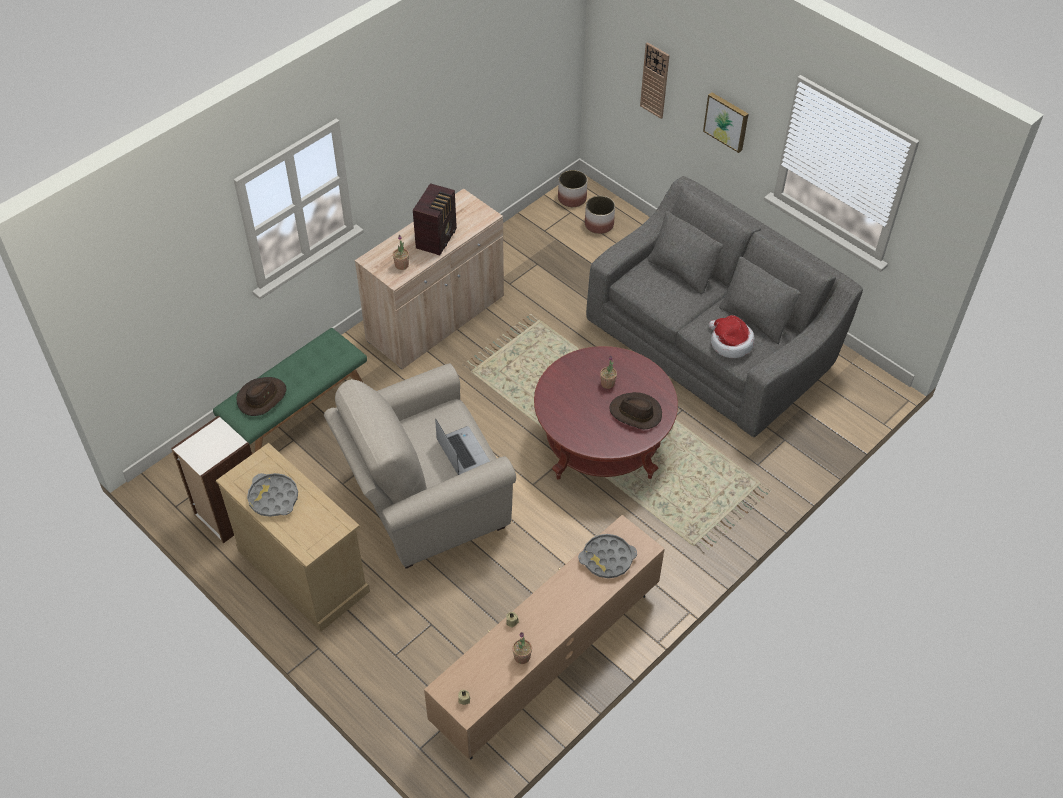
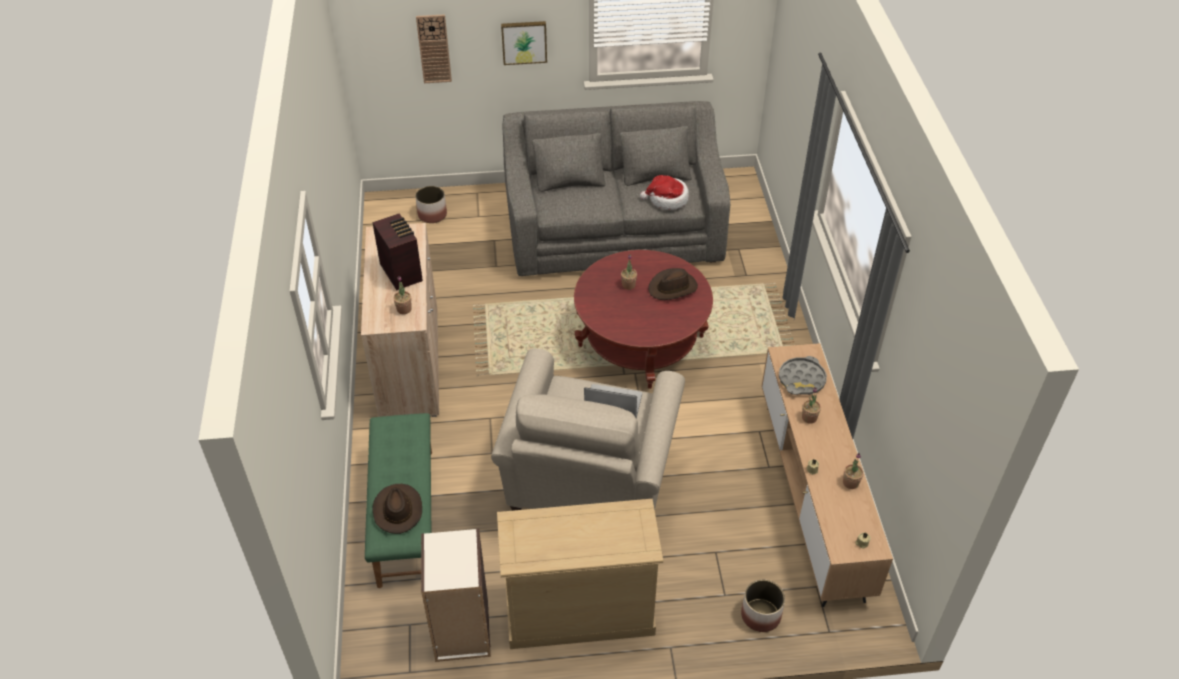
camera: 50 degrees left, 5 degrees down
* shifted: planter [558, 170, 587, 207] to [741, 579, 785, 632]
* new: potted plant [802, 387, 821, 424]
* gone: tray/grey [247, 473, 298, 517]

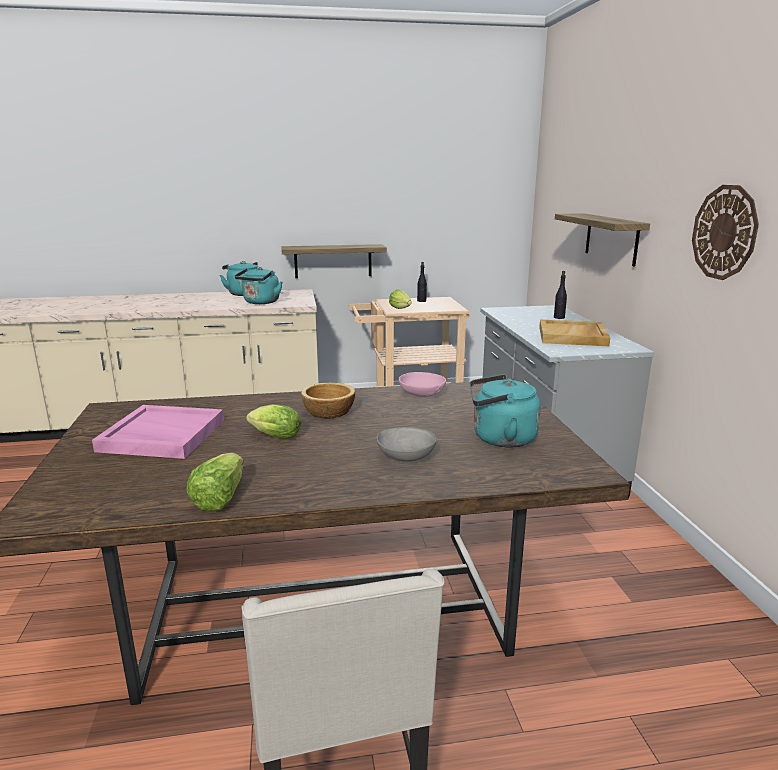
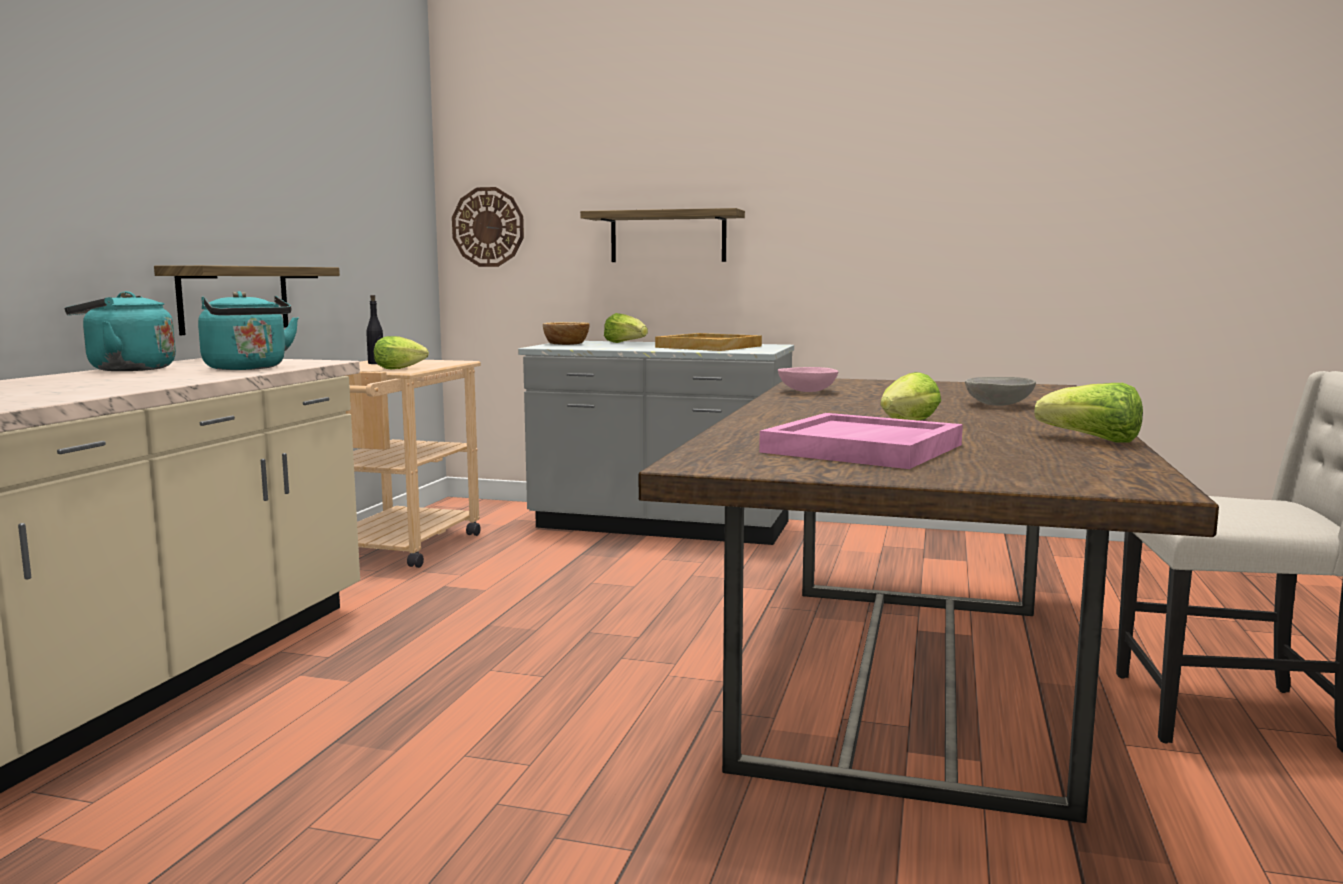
camera: 65 degrees left, 10 degrees down
* shifted: wall clock [692, 185, 759, 280] to [452, 187, 524, 267]
* shifted: bowl [301, 383, 355, 418] to [543, 322, 589, 345]
* swapped: bottle/black [554, 271, 567, 319] to lettuce [604, 313, 648, 343]
* gone: kettle/turquoise [470, 374, 541, 447]

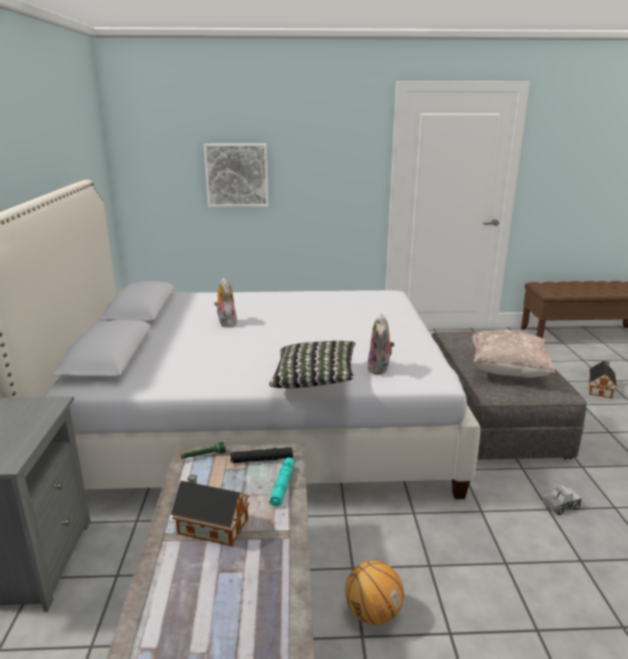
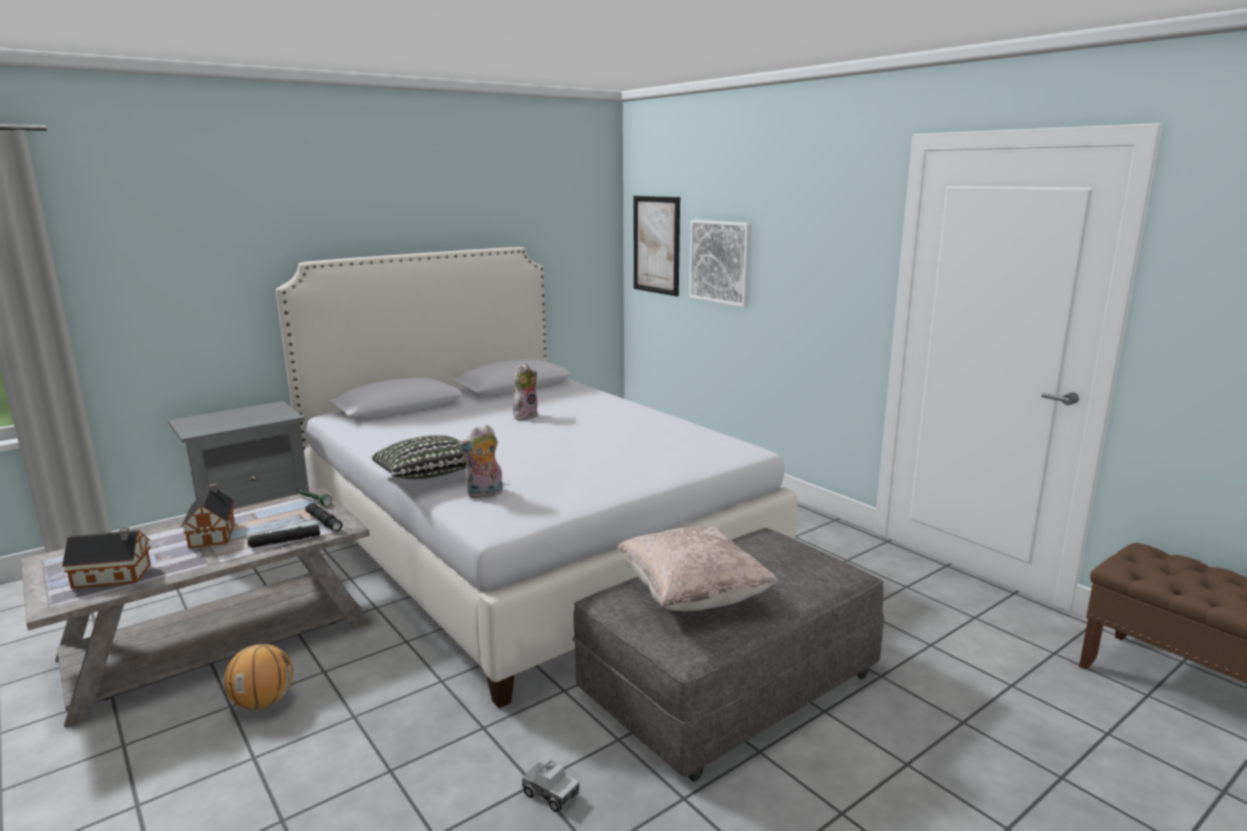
camera: 55 degrees right, 5 degrees down
* shifted: toy house [589, 361, 617, 399] to [62, 528, 151, 589]
* repainted: flashlight/turquoise [269, 457, 295, 507] to flashlight/black [247, 524, 320, 548]
* new: picture [634, 196, 680, 296]

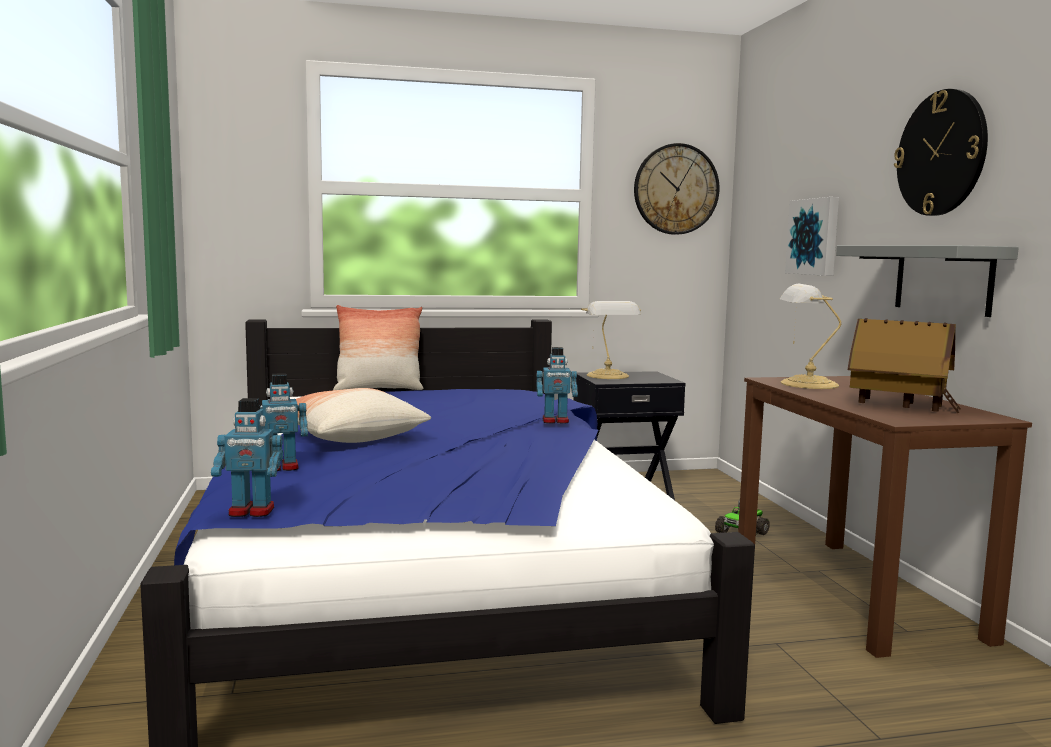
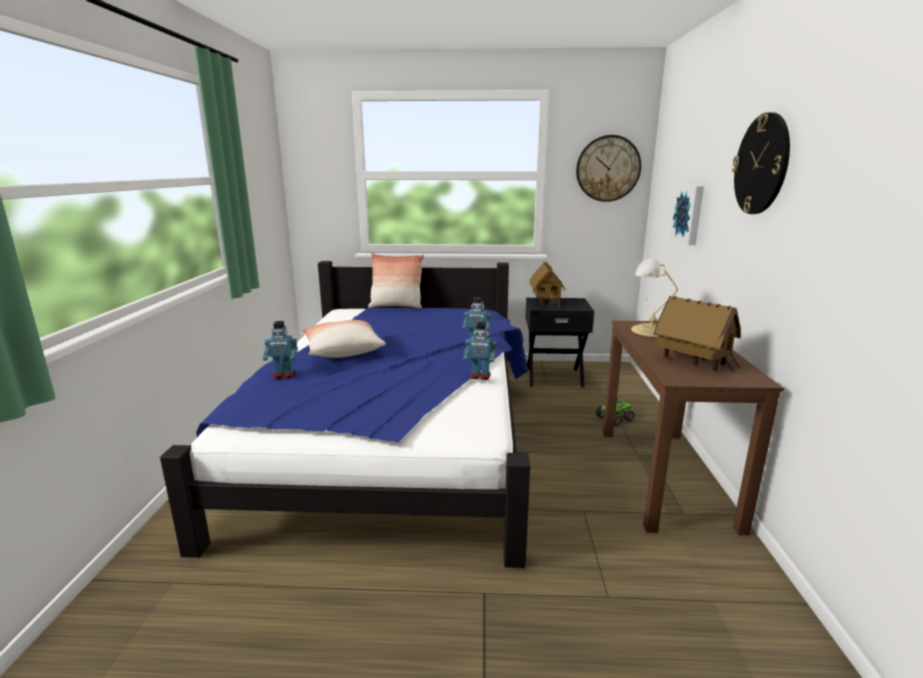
camera: 15 degrees right, 10 degrees up
* shifted: toy robot [211, 398, 283, 517] to [463, 322, 496, 380]
* swapped: table lamp [581, 301, 641, 379] to toy house [529, 262, 565, 309]
* gone: shelf/grey [836, 245, 1019, 317]

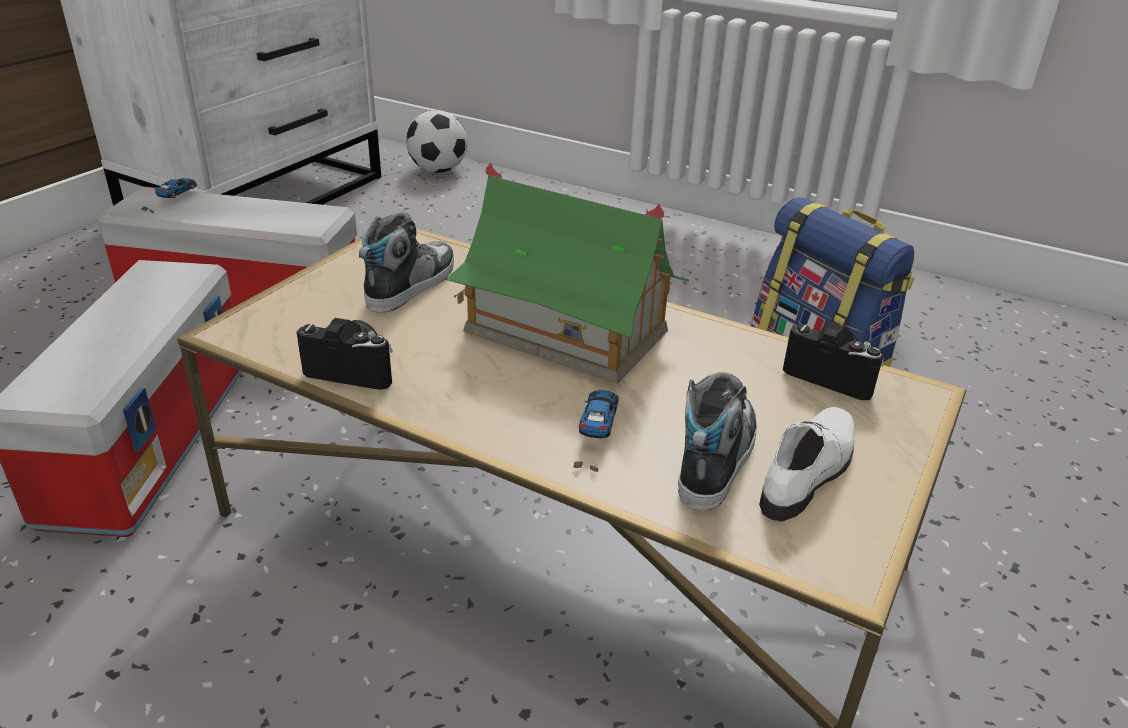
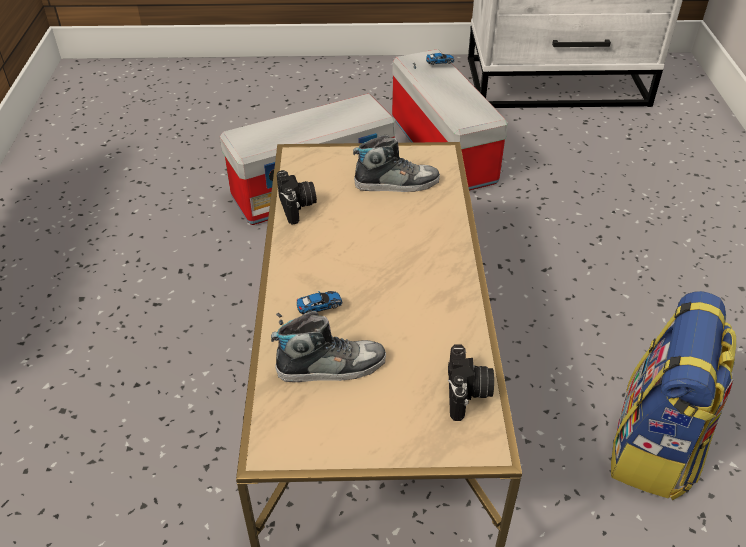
camera: 60 degrees right, 10 degrees up
* gone: football [406, 110, 467, 173]
* gone: toy house [446, 163, 689, 384]
* gone: shoe/white [759, 407, 855, 522]

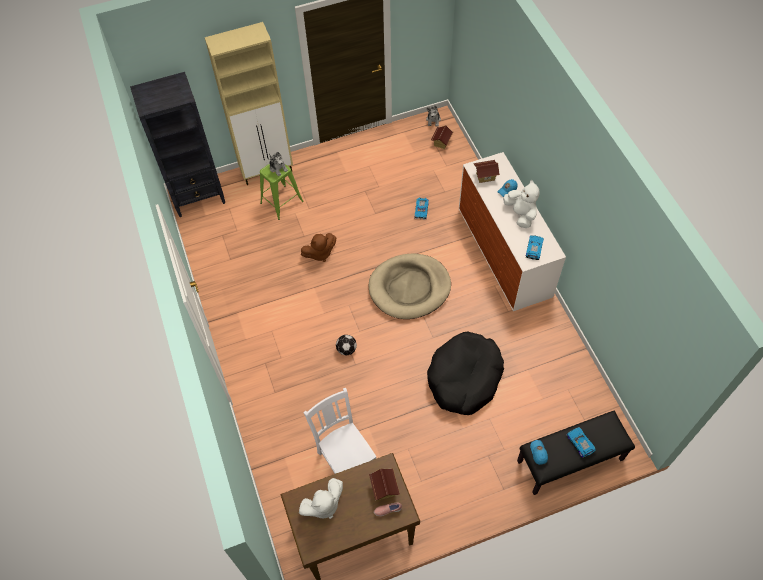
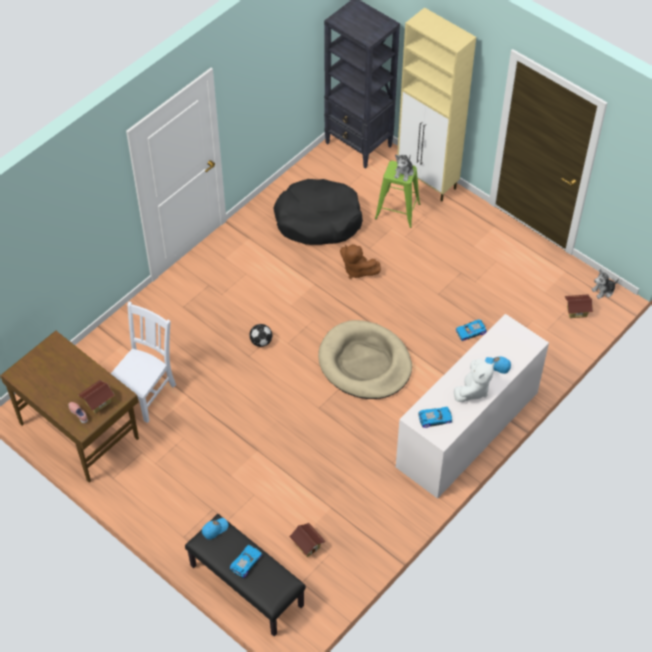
camera: 60 degrees right, 5 degrees down
* shifted: dog bed/black [427, 332, 504, 415] to [273, 179, 363, 245]
* shifted: toy house [474, 160, 500, 183] to [289, 522, 326, 557]
* gone: plush toy/white [299, 478, 343, 519]

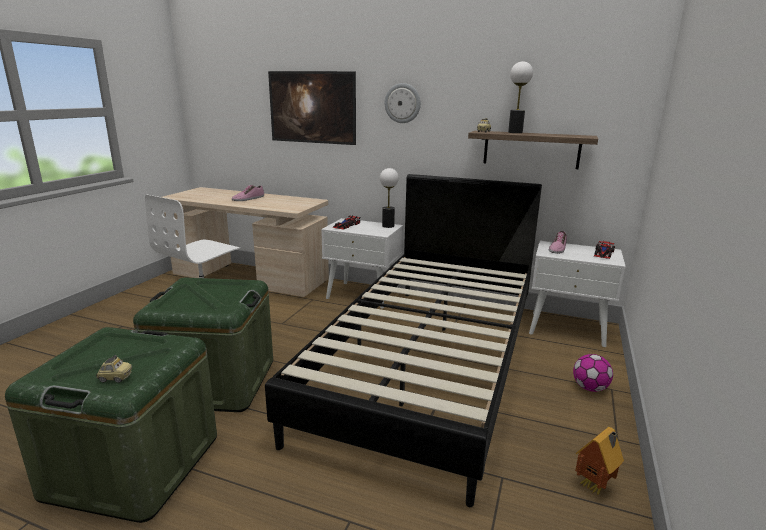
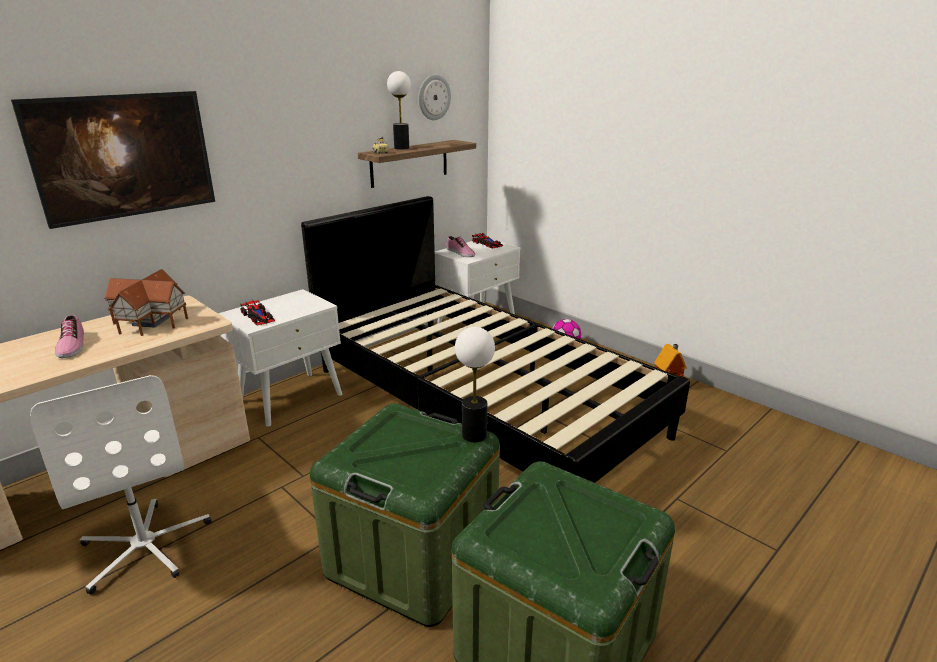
camera: 65 degrees left, 5 degrees up
* new: toy house [104, 269, 188, 336]
* shifted: wall clock [384, 83, 421, 123] to [419, 74, 451, 120]
* shifted: table lamp [380, 168, 399, 228] to [455, 327, 495, 442]
* gone: toy car [96, 355, 132, 383]

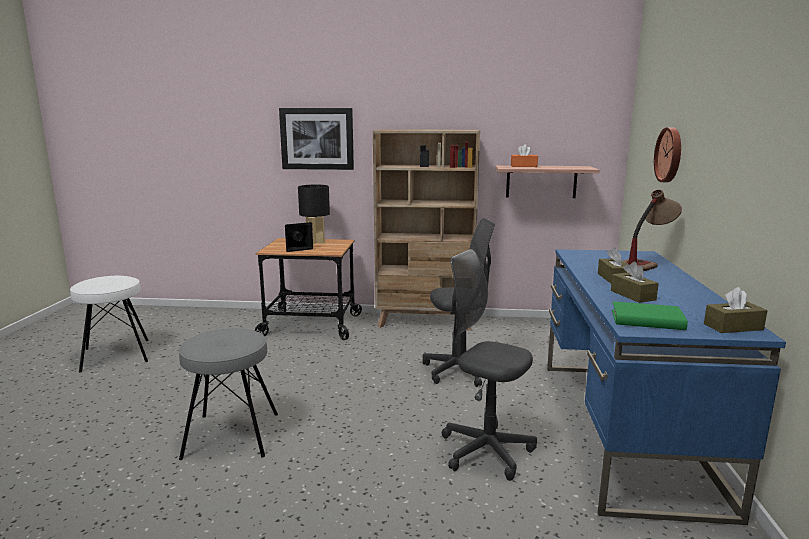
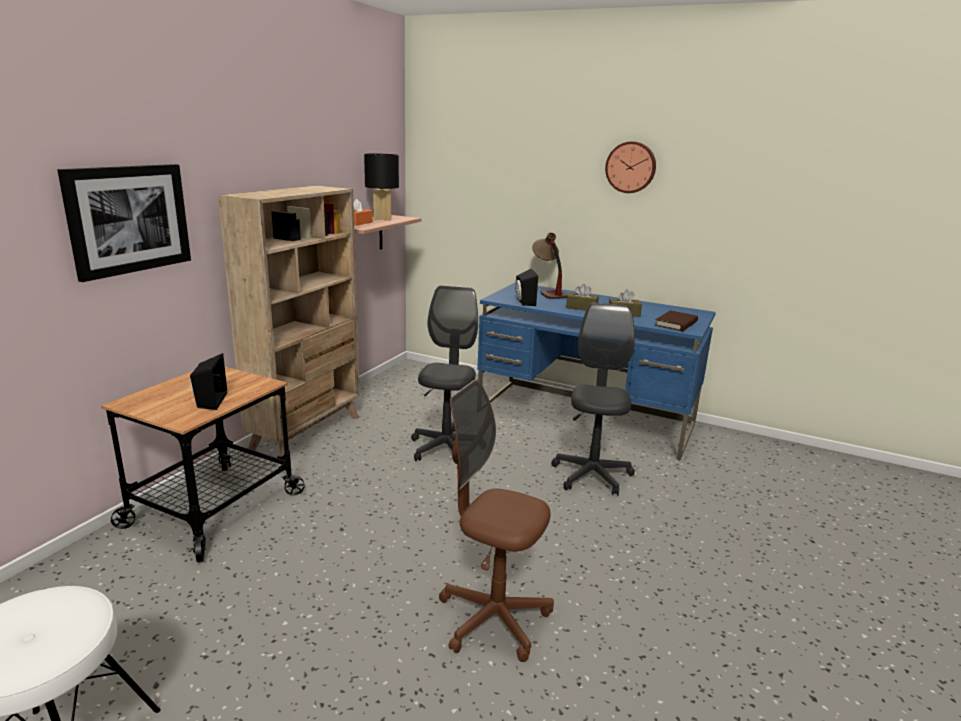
camera: 70 degrees left, 5 degrees up
* shifted: table lamp/black [298, 185, 330, 244] to [364, 153, 399, 221]
* swapped: stool/grey [179, 328, 278, 460] to office chair/brown [439, 380, 554, 662]
* new: speaker/black [515, 269, 538, 306]
* rotated: office chair/grey [442, 249, 537, 481] = [552, 302, 635, 496] 135 degrees clockwise
* shifted: wall clock [654, 127, 681, 182] to [605, 141, 656, 193]
* repainted: book/green [612, 301, 688, 330] to book/brown [655, 310, 698, 331]
* gone: tissue box/brown [704, 287, 768, 333]

